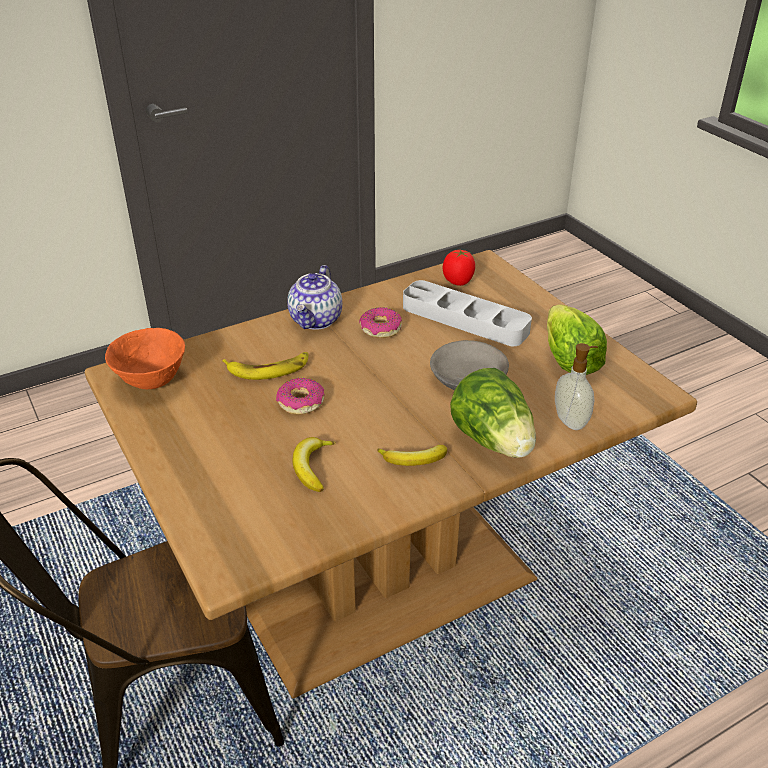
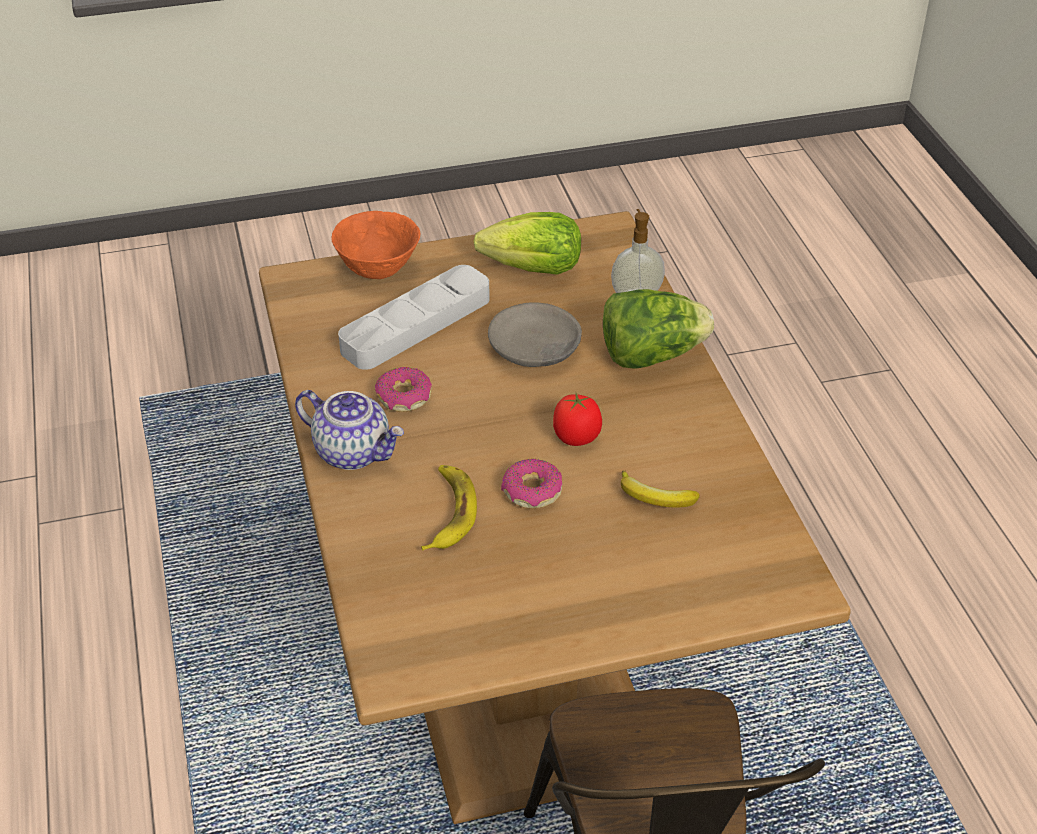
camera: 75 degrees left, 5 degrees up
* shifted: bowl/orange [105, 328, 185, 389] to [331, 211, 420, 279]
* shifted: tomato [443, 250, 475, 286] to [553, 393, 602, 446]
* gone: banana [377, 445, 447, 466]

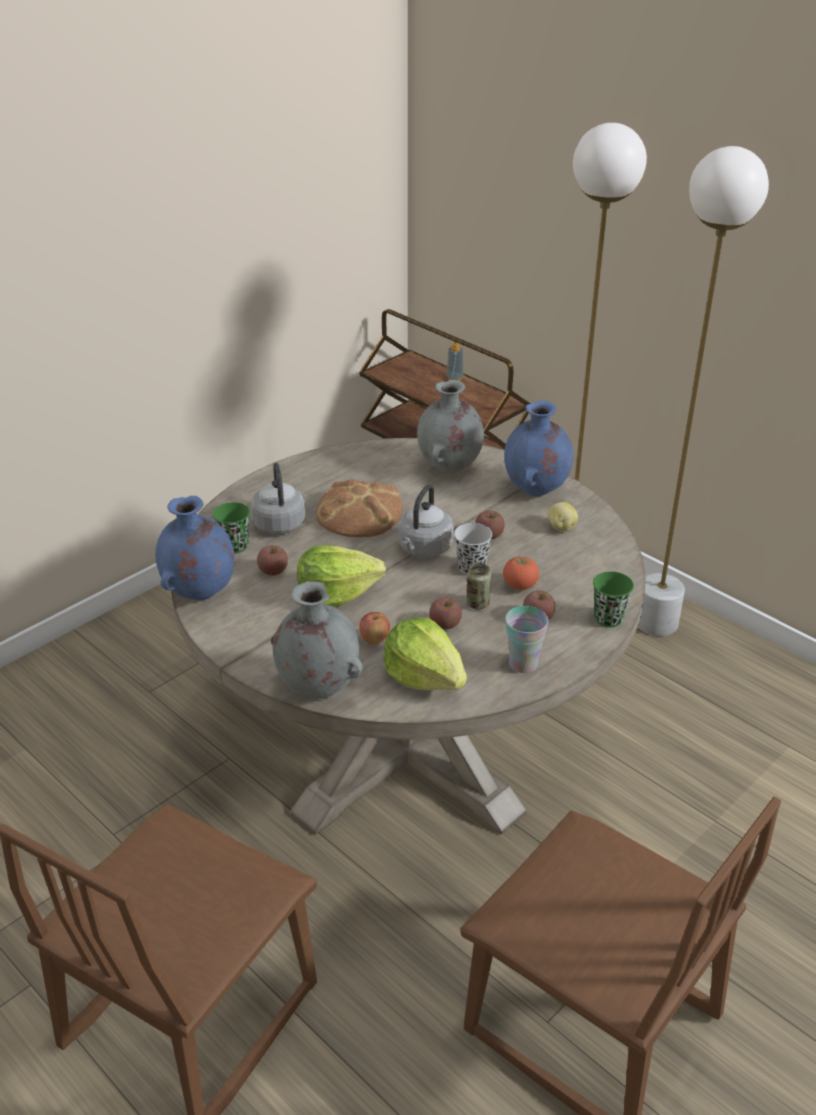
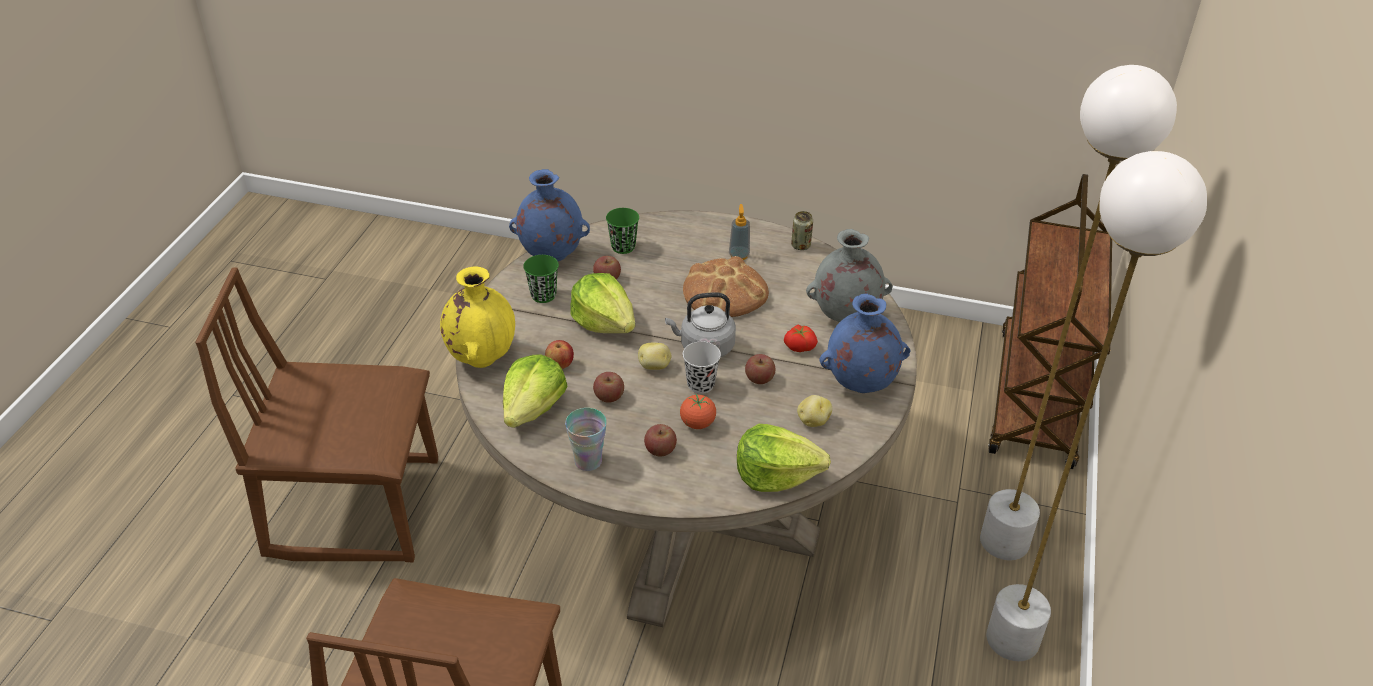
camera: 60 degrees right, 5 degrees up
* repainted: vase/grey [271, 581, 363, 699] to vase/yellow [440, 267, 515, 368]
* shifted: cup/green [593, 572, 634, 627] to [523, 255, 559, 303]
* new: potato [638, 342, 671, 370]
* shifted: soap dispenser [447, 341, 463, 381] to [729, 204, 750, 260]
* new: lettuce [737, 424, 831, 492]
* new: tomato [784, 324, 818, 352]
* shifted: can [466, 563, 491, 609] to [791, 211, 813, 250]
* gone: kettle/grey [251, 463, 305, 534]

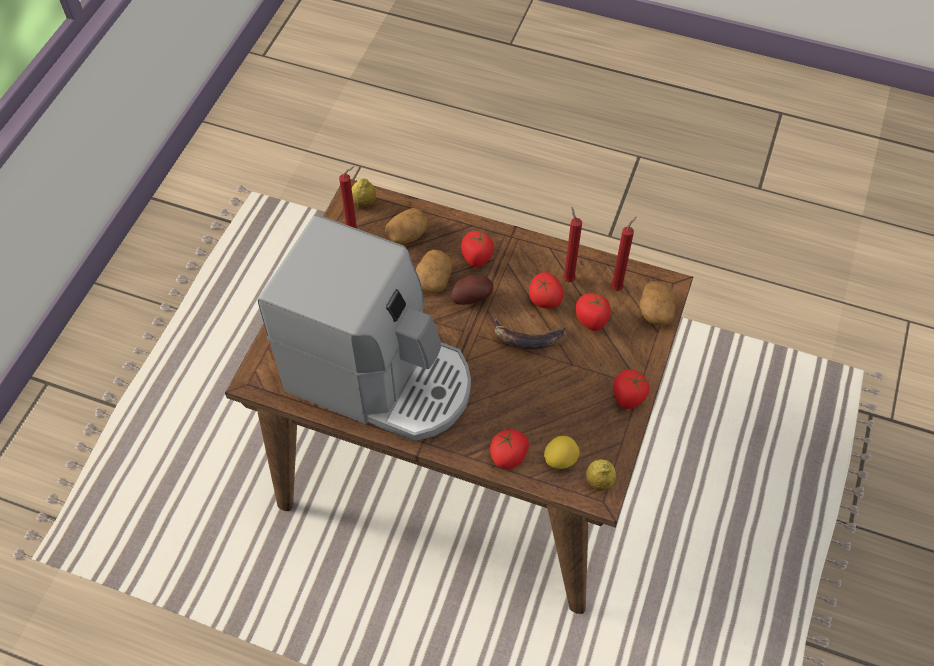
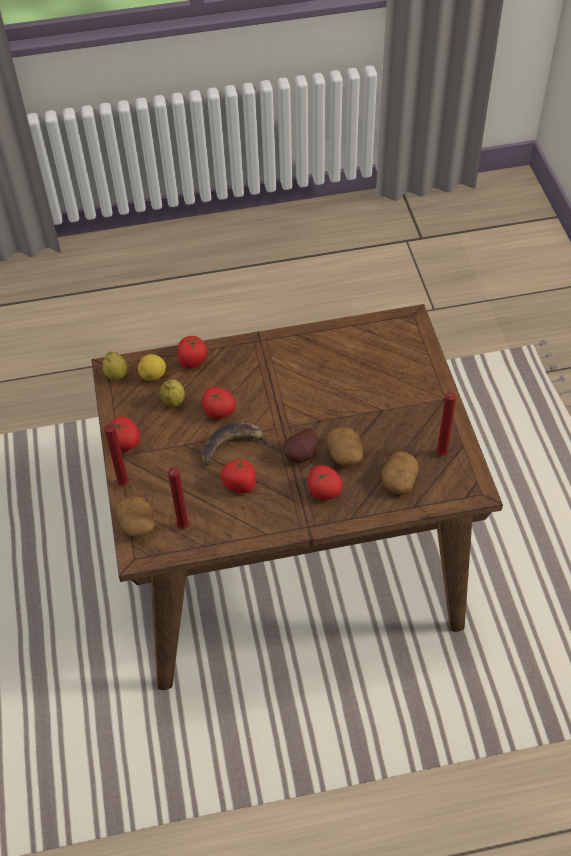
camera: 150 degrees right, 5 degrees down
* shifted: candle/red [563, 207, 582, 282] to [104, 423, 129, 486]
* shifted: lemon [352, 178, 376, 209] to [160, 379, 185, 407]
* shifted: tomato [575, 294, 611, 331] to [202, 387, 236, 419]
* gone: coffee machine [258, 214, 471, 441]

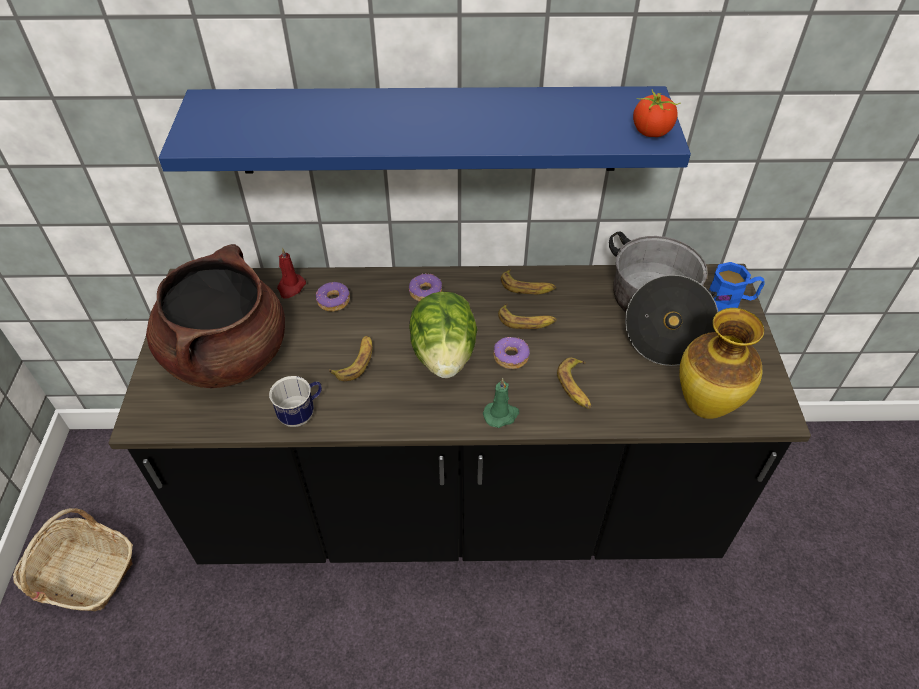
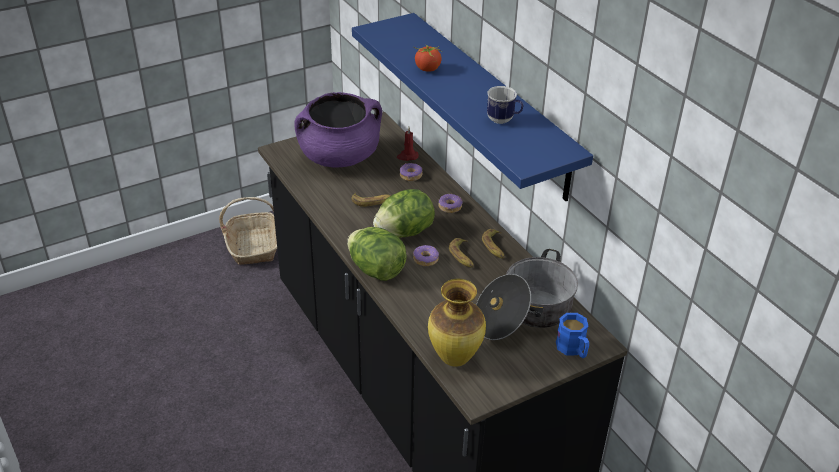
camera: 60 degrees right, 10 degrees down
* repainted: cooking pot/brown [146, 244, 285, 388] to cooking pot/purple [294, 92, 382, 168]
* swapped: candle/green [483, 378, 519, 428] to lettuce [347, 227, 407, 281]
* shifted: tomato [633, 89, 679, 137] to [413, 45, 441, 72]
* shifted: mug [269, 376, 322, 427] to [487, 86, 523, 124]
* gone: banana [557, 357, 591, 409]

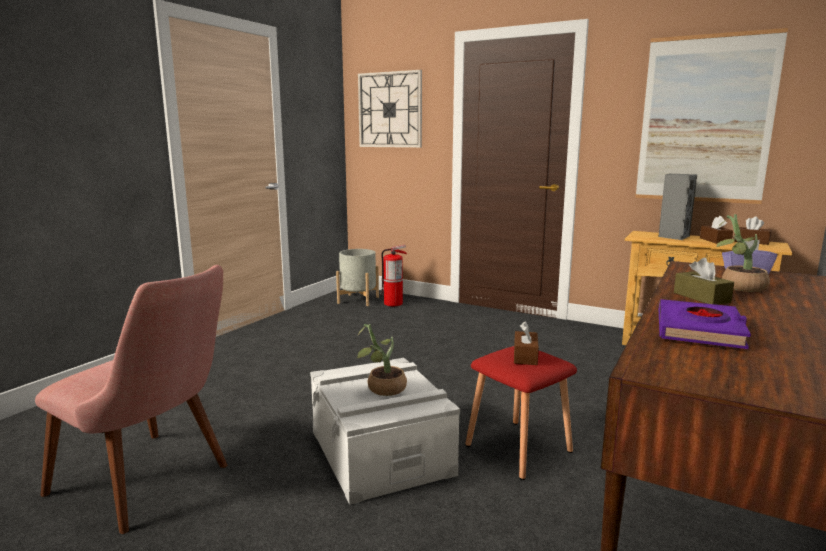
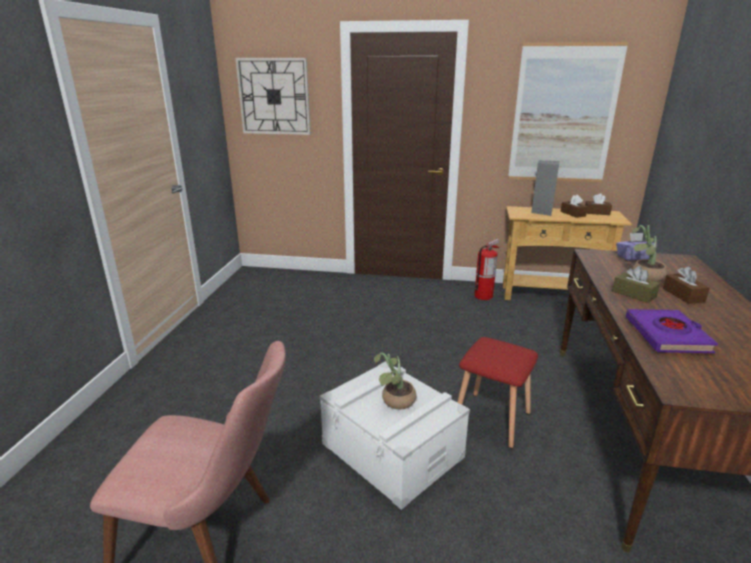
camera: 20 degrees left, 10 degrees up
* shifted: fire extinguisher [381, 244, 407, 306] to [474, 239, 500, 300]
* shifted: tissue box/brown [514, 322, 539, 365] to [663, 266, 710, 304]
* gone: planter/grey [336, 249, 379, 306]

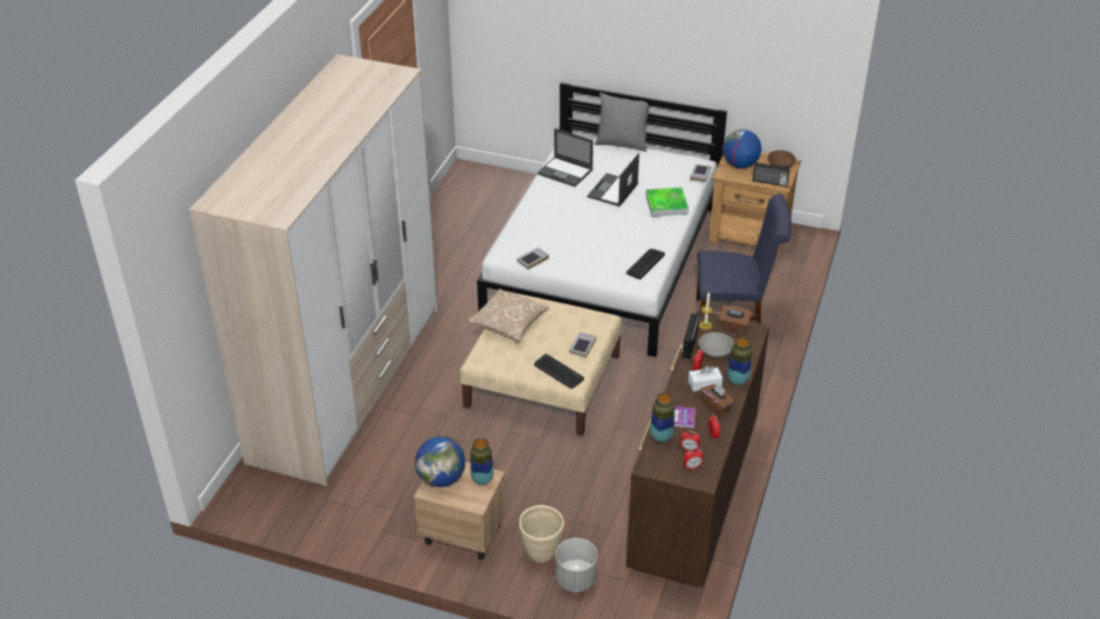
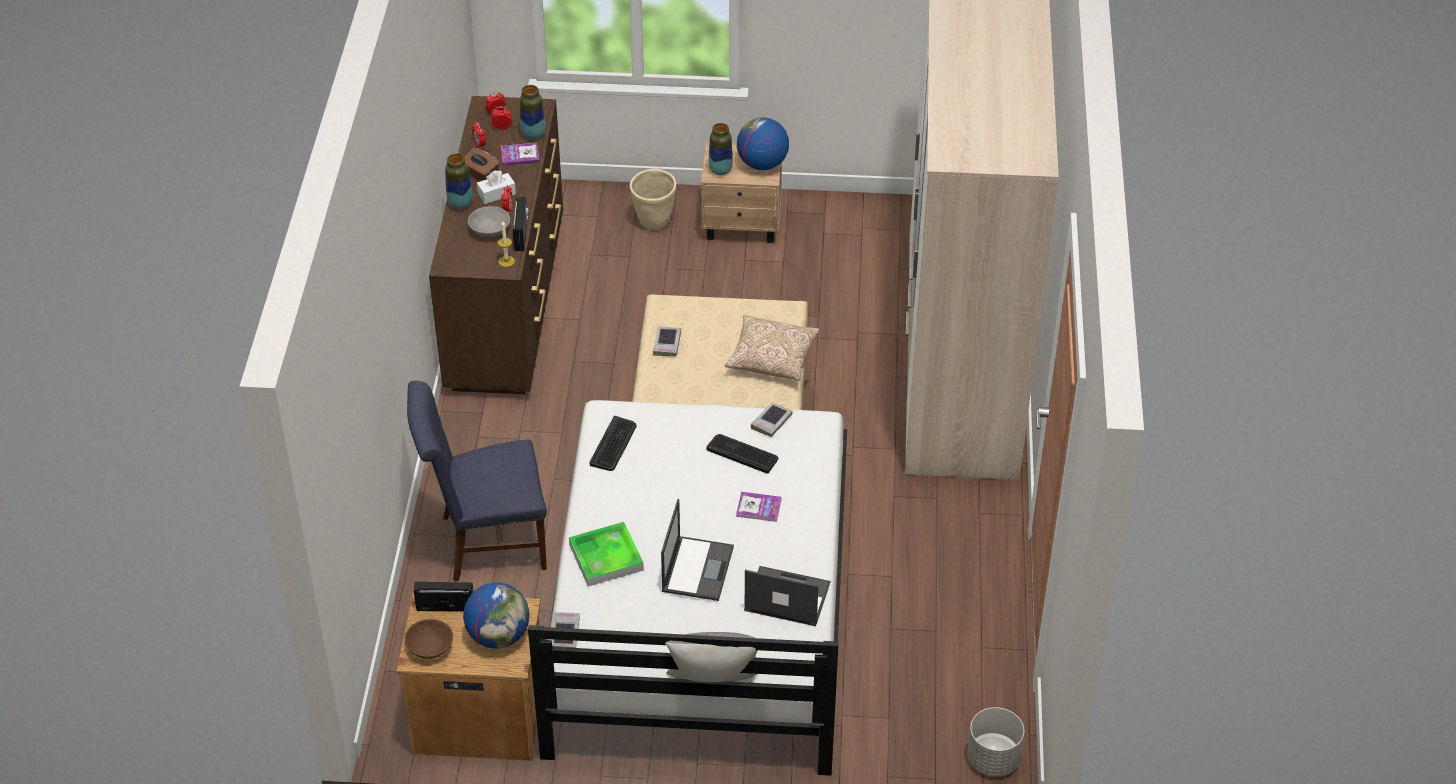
camera: 165 degrees right, 5 degrees up
* shifted: keyboard [534, 354, 584, 388] to [706, 434, 778, 474]
* new: book [736, 492, 782, 522]
* shifted: planter/grey [555, 538, 598, 592] to [967, 707, 1024, 776]
* gone: tissue box/brown [719, 305, 752, 332]

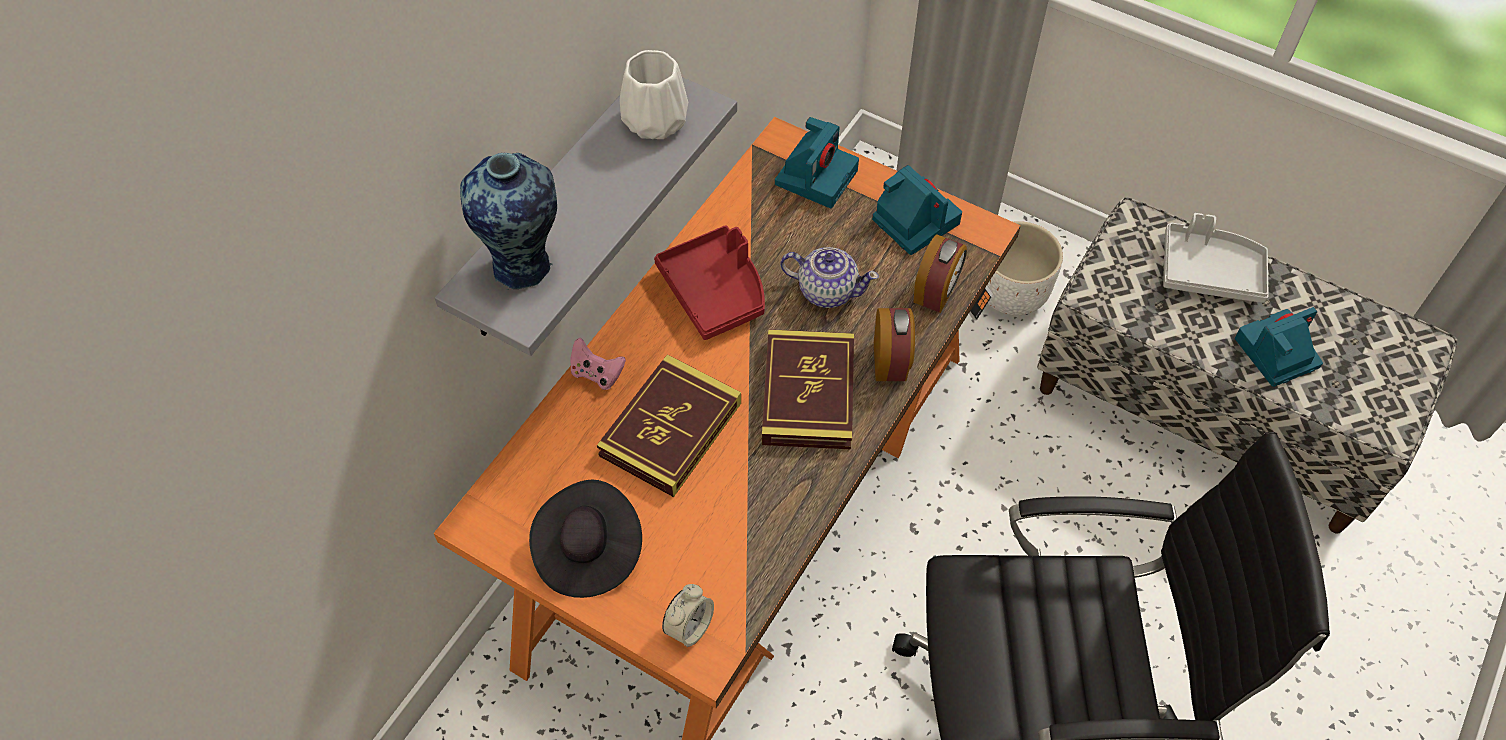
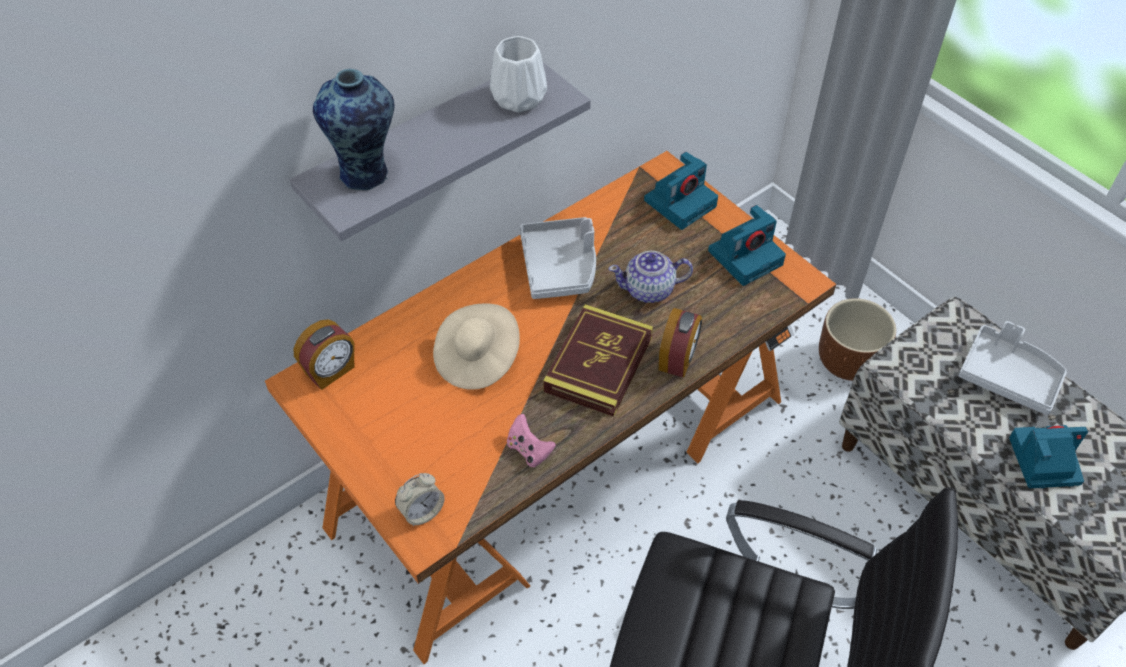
camera: 20 degrees right, 5 degrees down
* shifted: alarm clock [914, 234, 967, 313] to [294, 319, 355, 390]
* swapped: book [597, 354, 741, 497] to hat/beige [433, 304, 520, 390]
* shifted: game controller/pink [571, 338, 626, 390] to [507, 414, 556, 467]
* repainted: tray/red [654, 225, 765, 340] to tray/grey [520, 217, 596, 299]
* rotated: teapot [780, 247, 879, 308] = [609, 251, 693, 303] 135 degrees clockwise
* rotated: photo camera [872, 165, 962, 255] = [708, 205, 786, 286] 75 degrees clockwise
* repainted: planter/white [987, 221, 1063, 315] to planter/brown [819, 298, 896, 381]
* gone: hat/black [529, 480, 642, 598]

